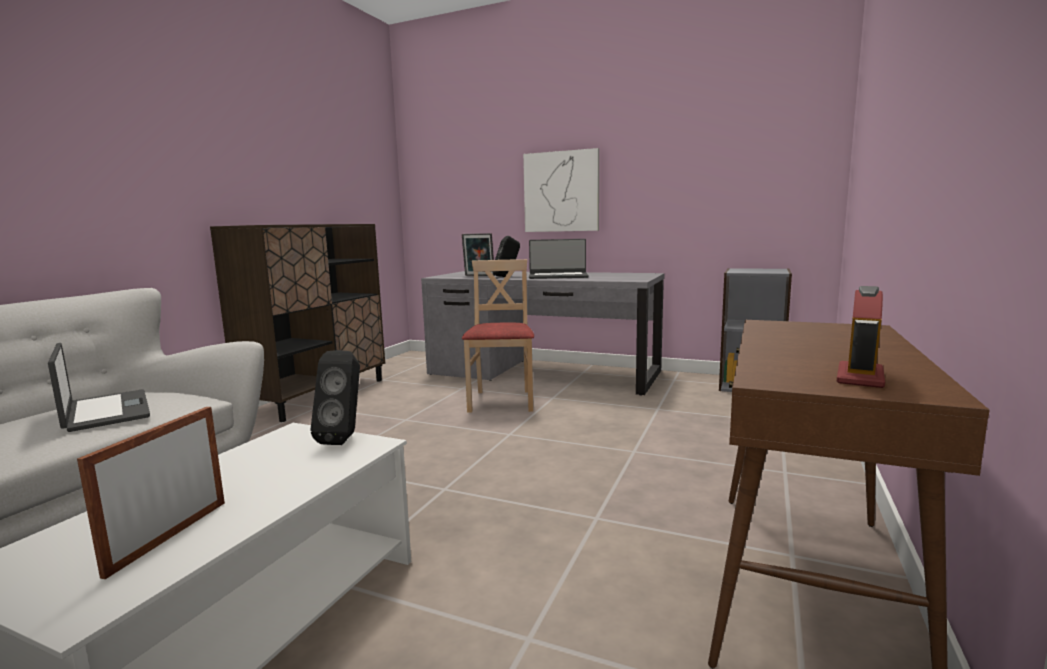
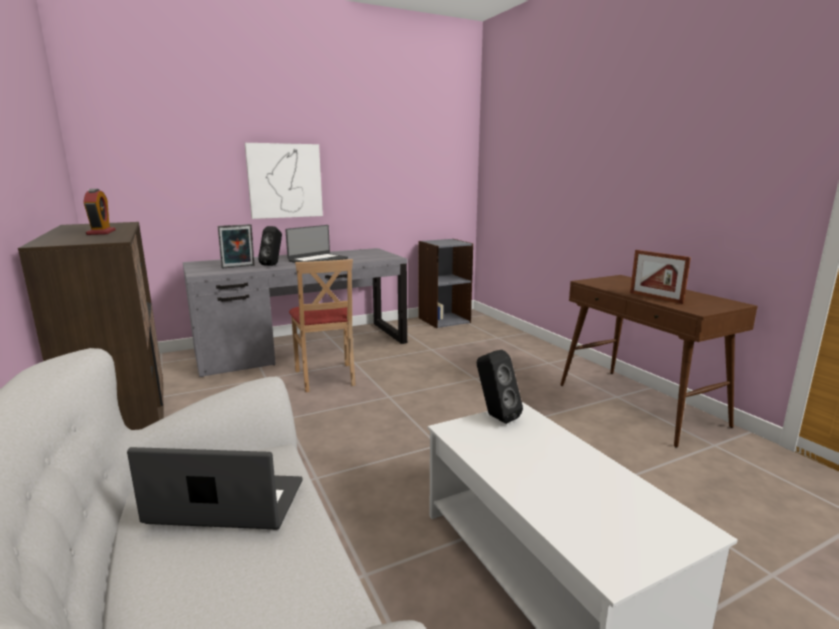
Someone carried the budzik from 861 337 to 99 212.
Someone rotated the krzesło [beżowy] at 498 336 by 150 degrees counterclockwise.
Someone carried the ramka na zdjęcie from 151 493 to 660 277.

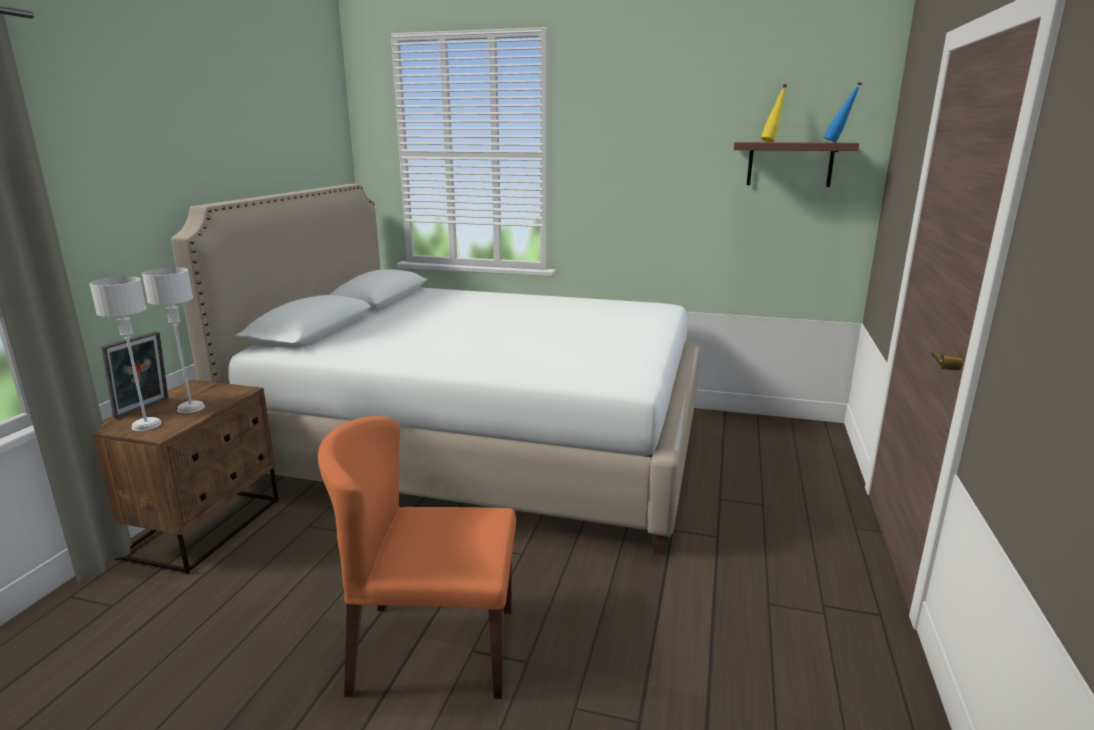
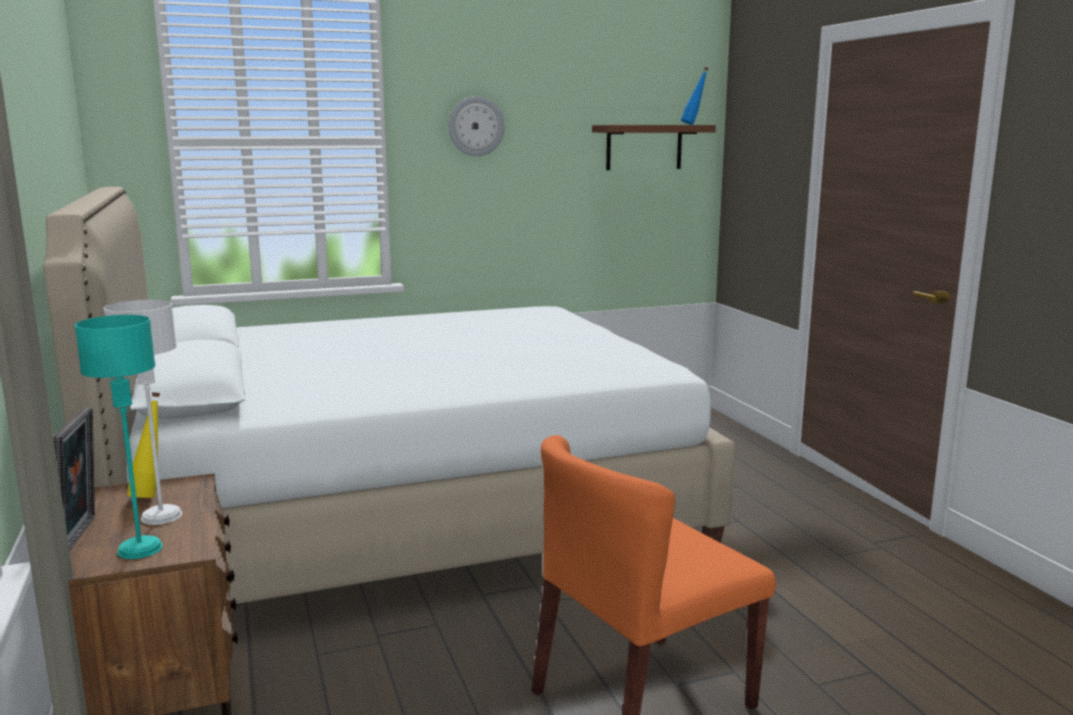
Someone repainted the lampa stołowa [biały] at 125 353, which became the lampa stołowa [turkusowy] at 119 437.
Someone carried the butelka [żółty] from 774 113 to 143 445.
Someone put up the zegar ścienny at 476 126.

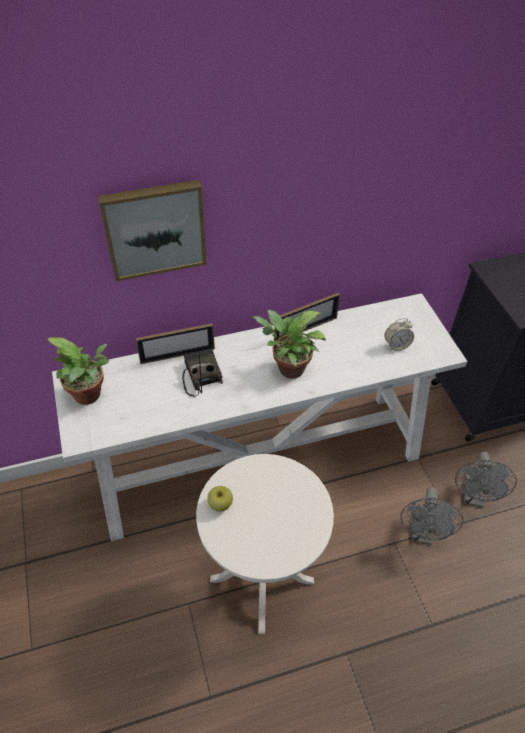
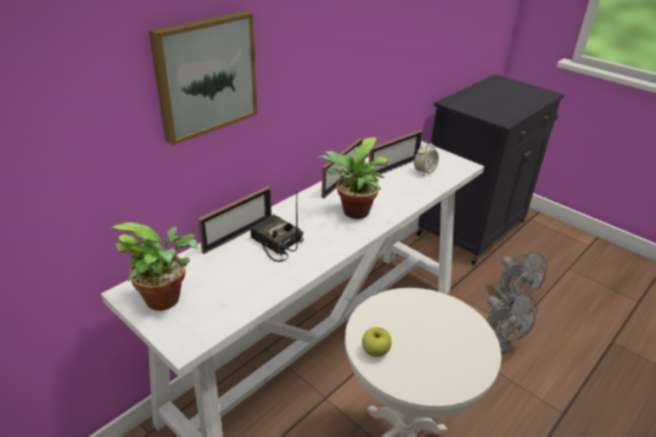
Someone put down the ramka na zdjęcie at 396 152.

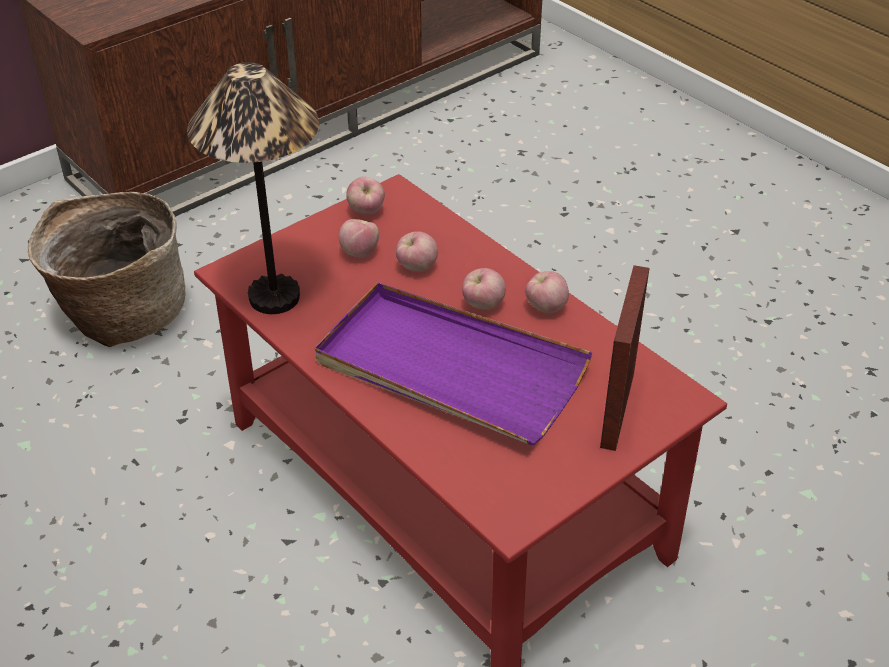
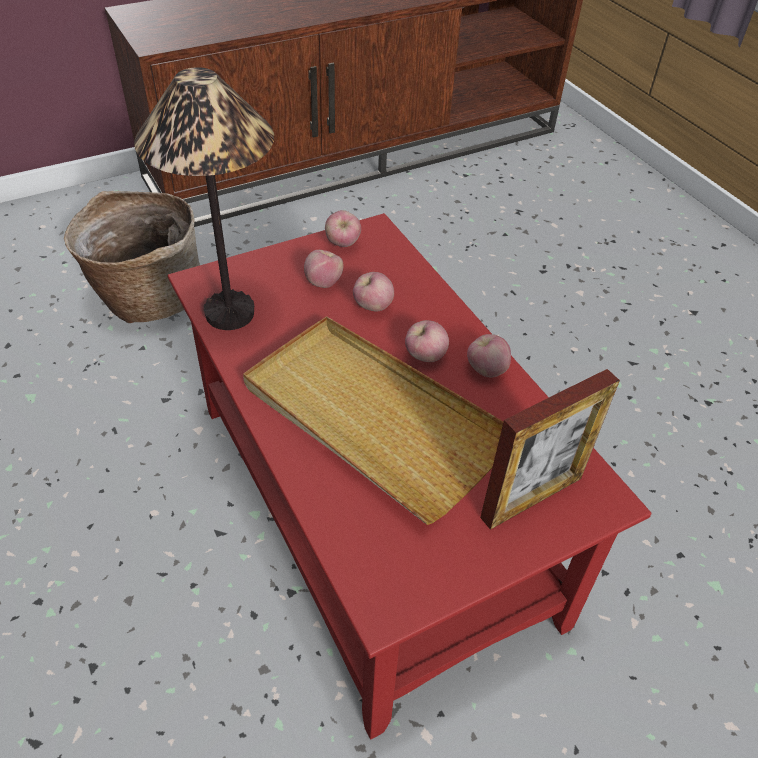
Someone repainted the taca [fioletowy] at 453 363, which became the taca [beżowy] at 373 420.
Someone rotated the ramka na zdjęcie at 624 358 by 150 degrees counterclockwise.

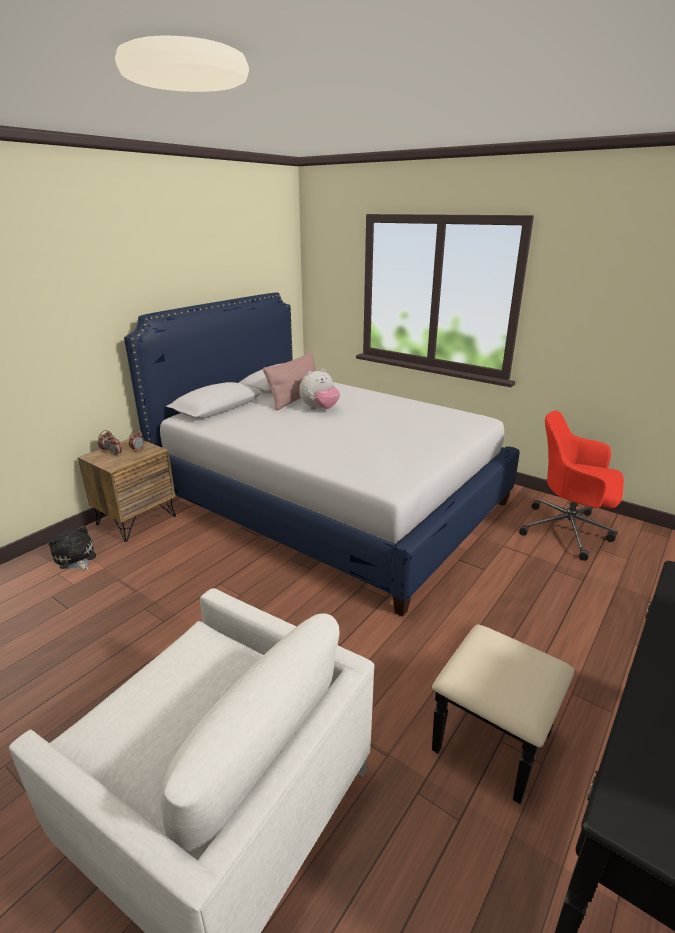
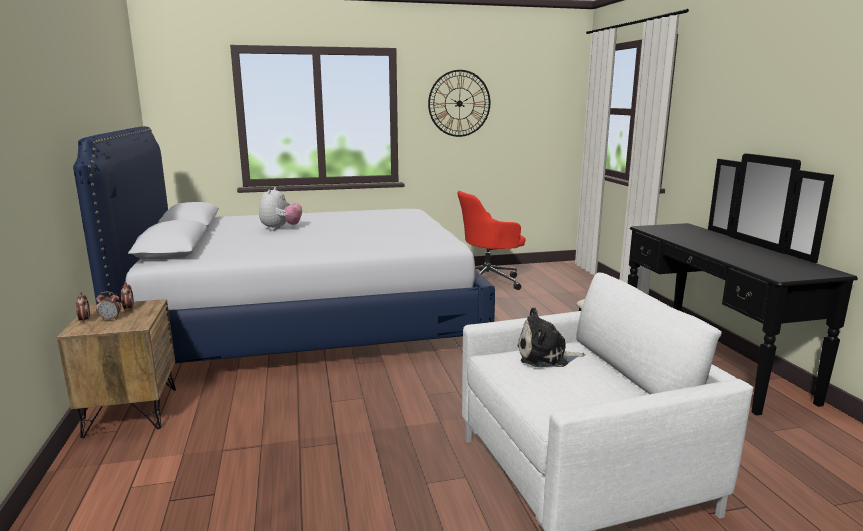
Someone put up the zegar ścienny at 459 103.
Someone carried the pluszak from 72 548 to 551 337.
Someone took away the poduszka [różowy] at 290 381.

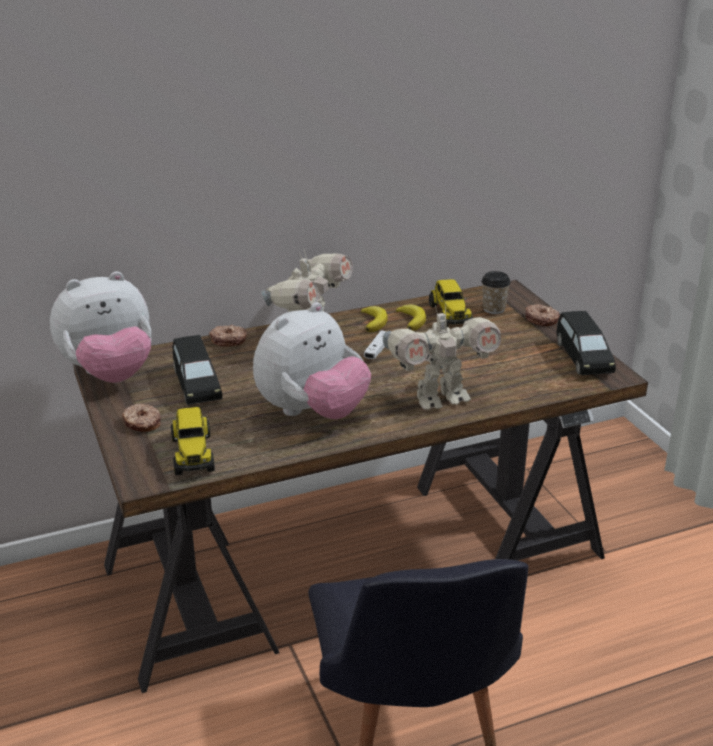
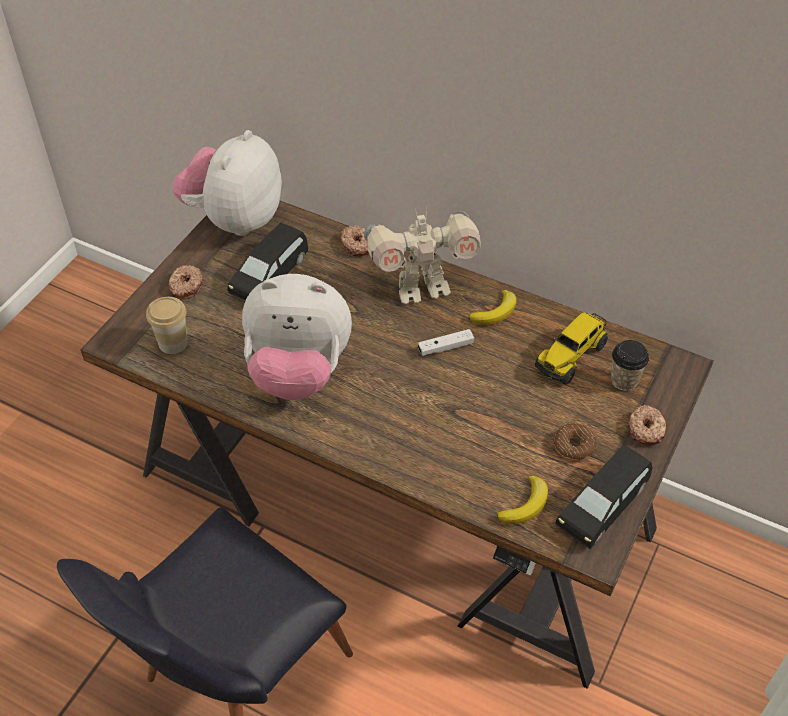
Someone swapped the ciężarówka zabawkowa at 193 441 for the filiżanka at 167 325.
Someone rotated the pluszak at 100 327 by 90 degrees clockwise.
Someone carried the banan from 410 318 to 522 499.
Someone put down the donut at 575 441.
Someone took away the robot zabawkowy at 442 356.

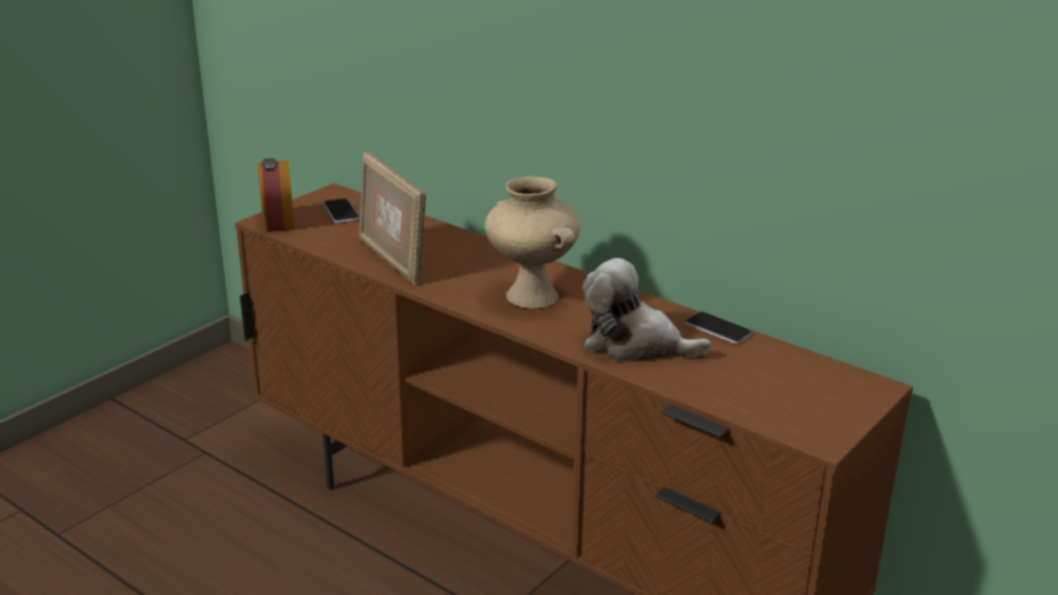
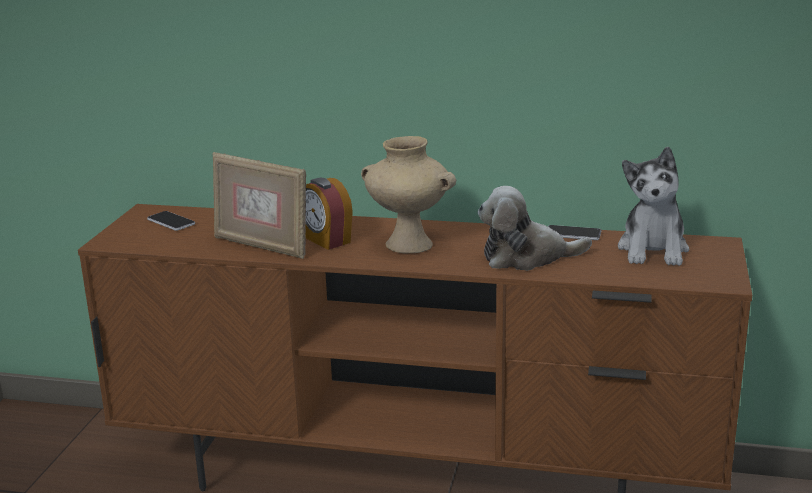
Someone carried the budzik from 276 195 to 329 214.
Someone put down the pluszak at 653 206.

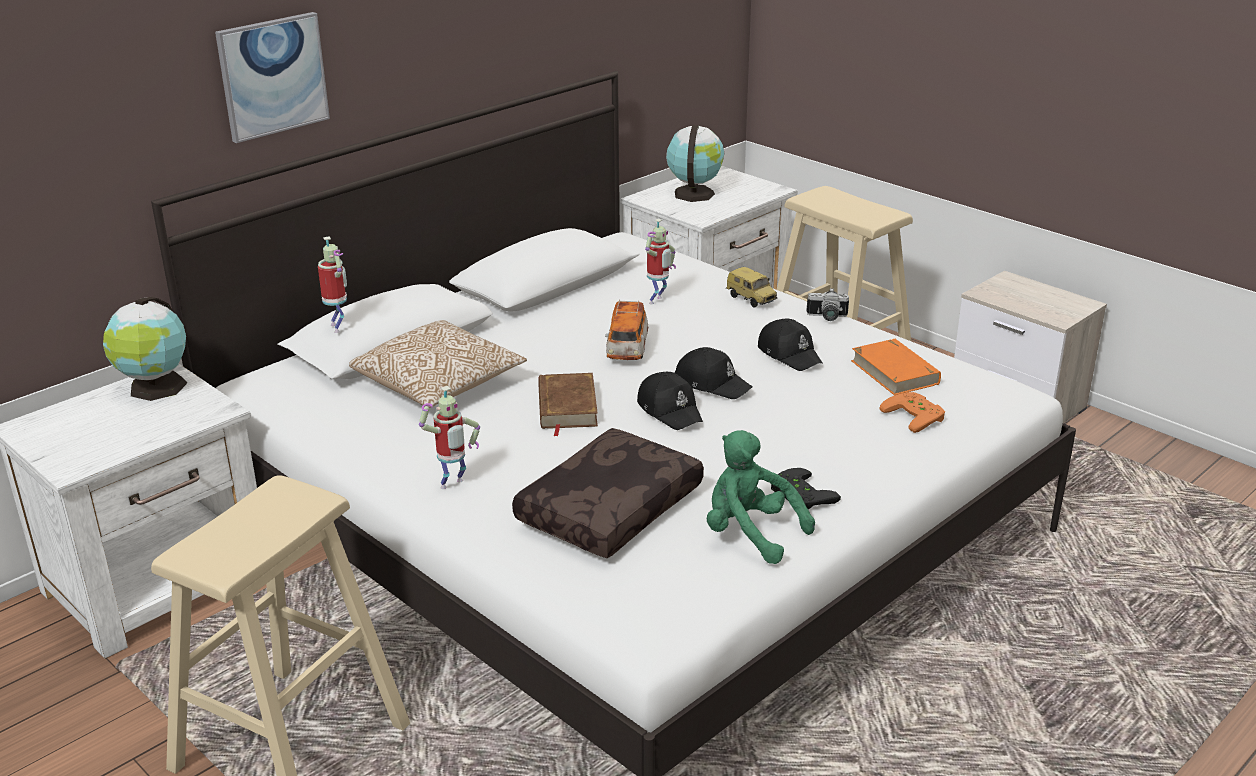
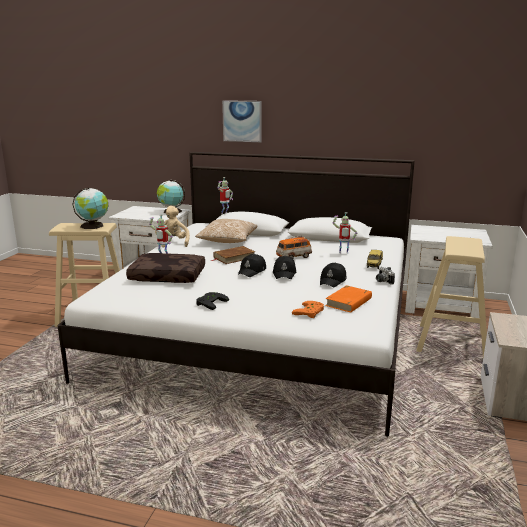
Someone carried the globus from 695 163 to 90 208.
Someone put down the pluszak [beżowy] at 172 227.
Someone took away the pluszak [zielony] at 761 497.

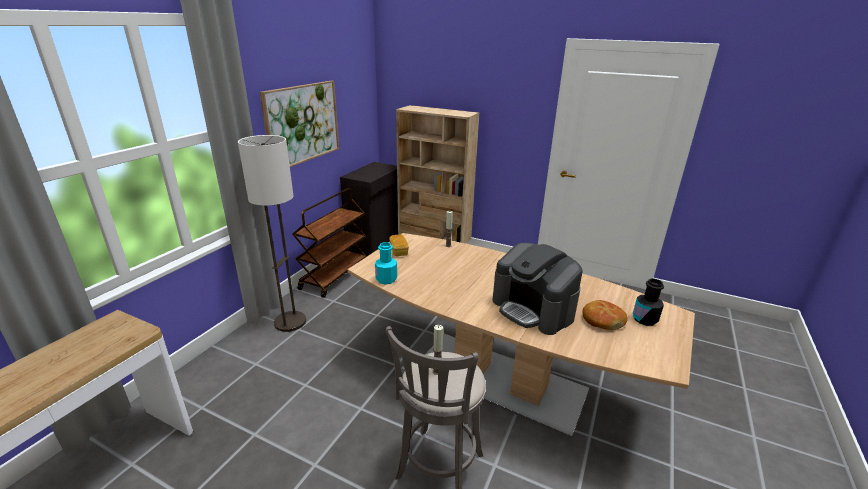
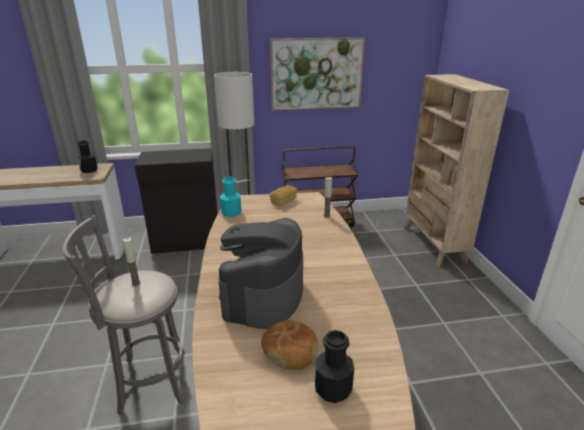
Someone put down the butelka [czarny] at 87 156.
Someone carried the szafka [czarny] from 370 209 to 176 201.

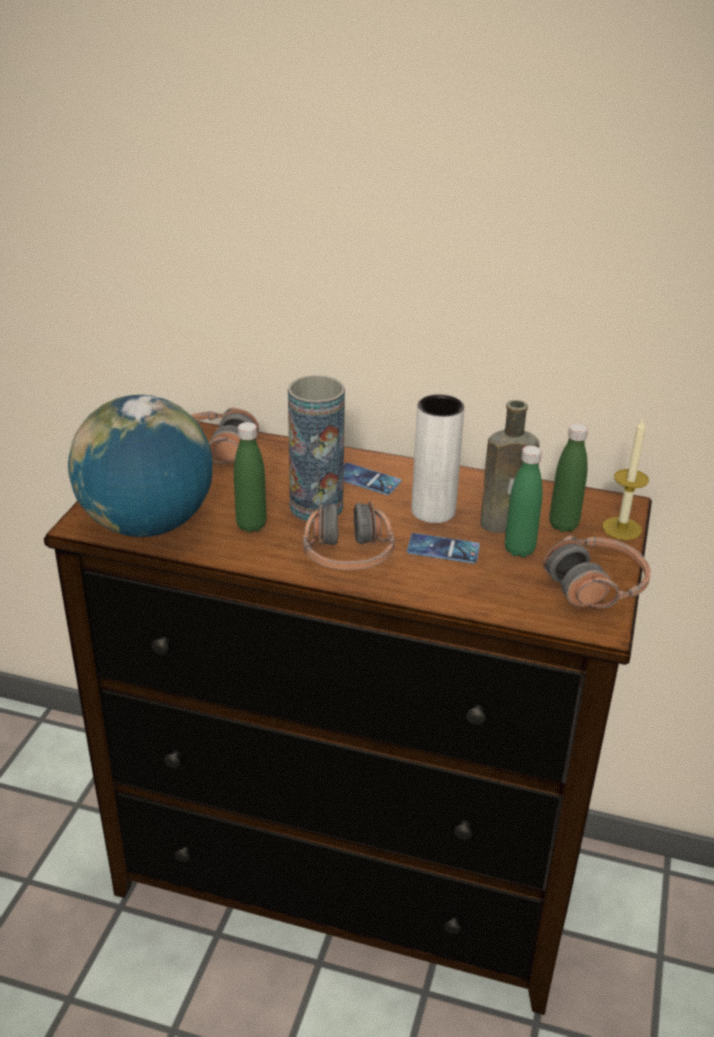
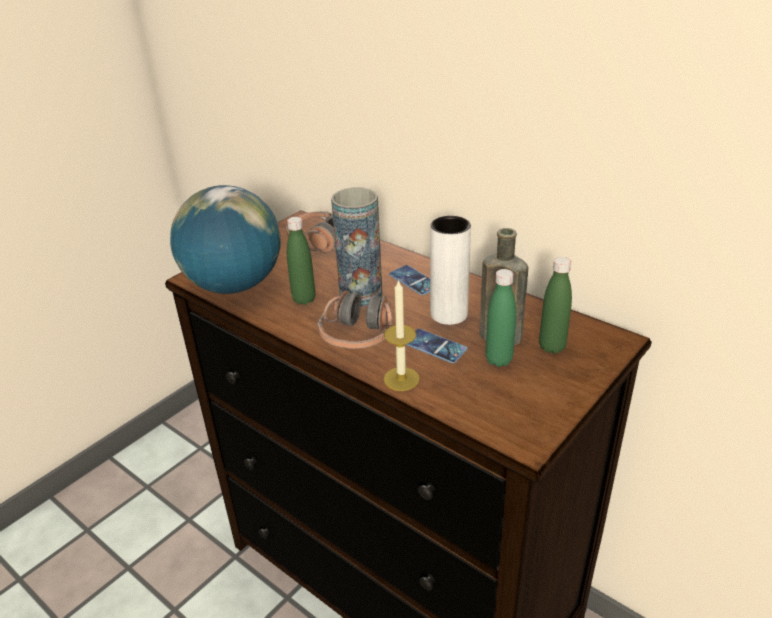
Someone carried the świeca from 625 479 to 401 335.
Someone took away the słuchawki at 597 571.

